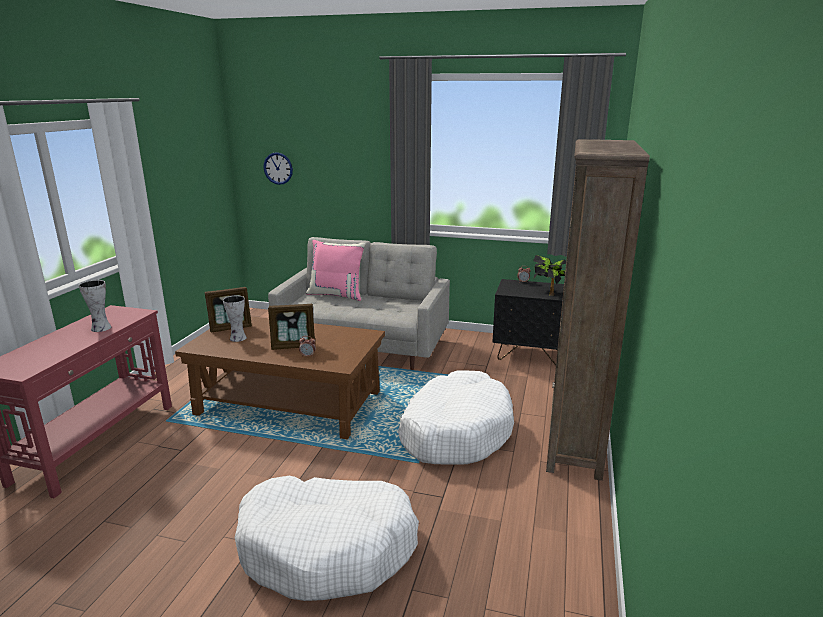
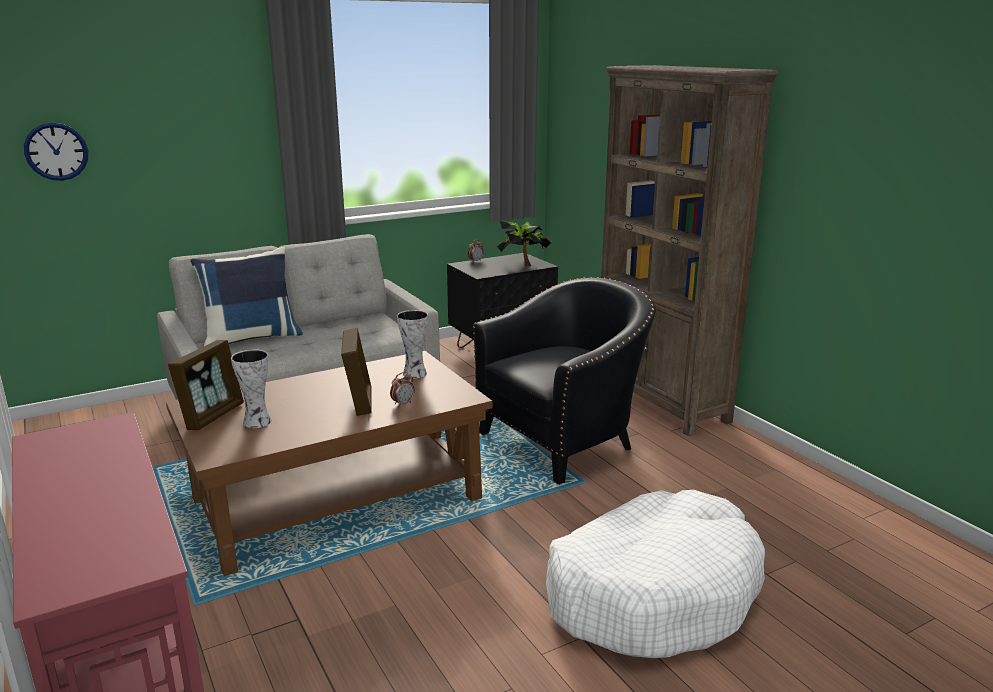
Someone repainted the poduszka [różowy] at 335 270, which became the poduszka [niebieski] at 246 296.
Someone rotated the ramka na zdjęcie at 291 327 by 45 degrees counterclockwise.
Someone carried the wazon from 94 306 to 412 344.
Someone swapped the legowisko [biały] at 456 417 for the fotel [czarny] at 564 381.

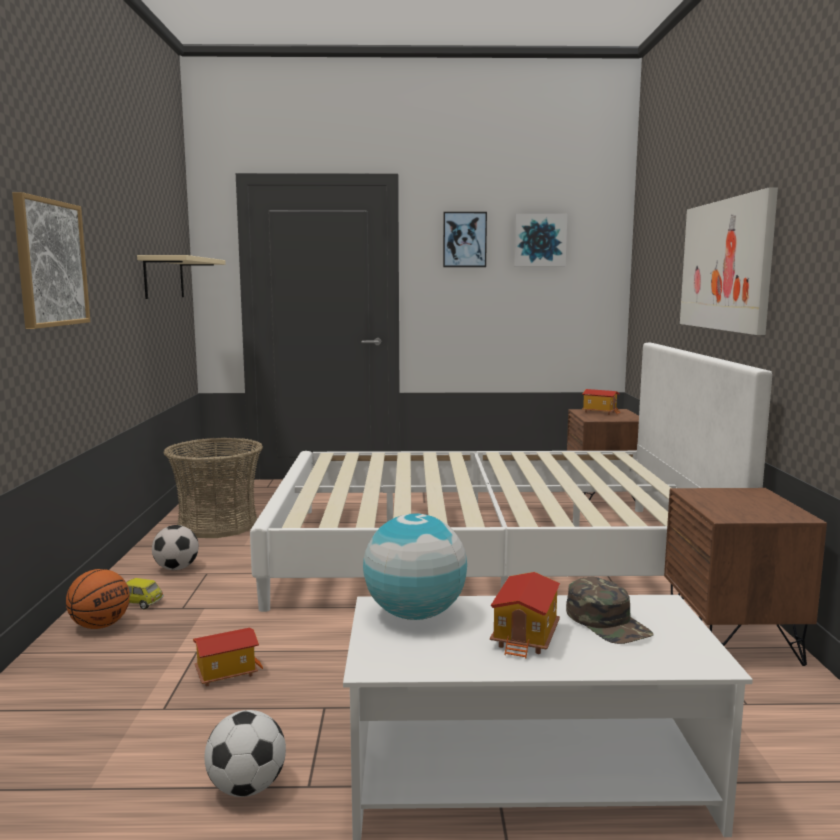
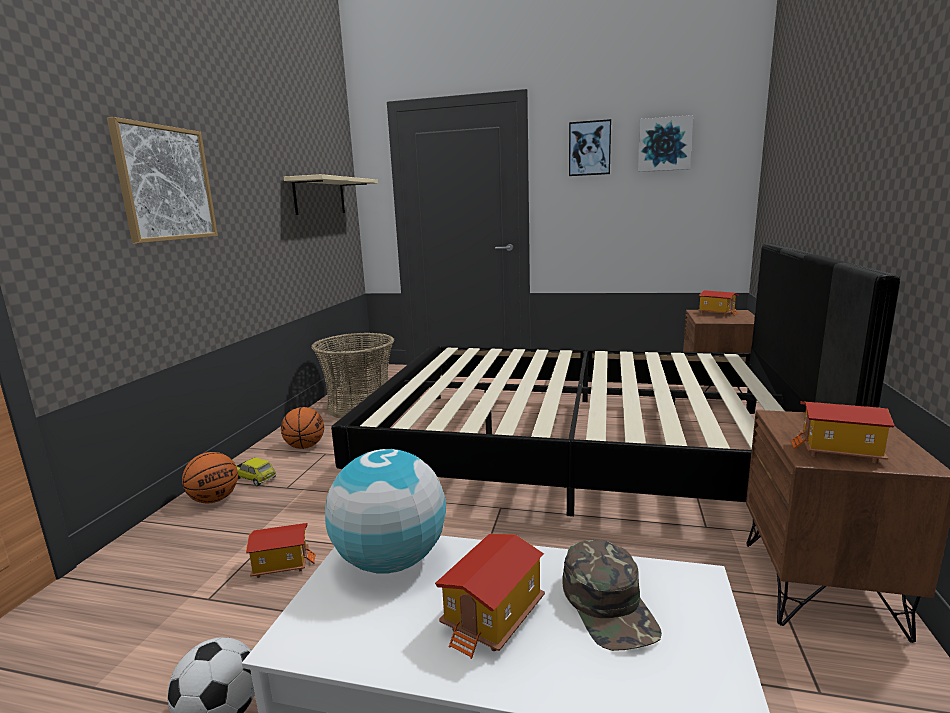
Someone swapped the piłka futbolowa at 175 547 for the piłka do koszykówki at 302 428.
Someone repainted the łóżko [biały] at 511 477, which became the łóżko [czarny] at 615 379.
Someone put down the domek at 842 432.
Someone took away the obraz at 729 261.

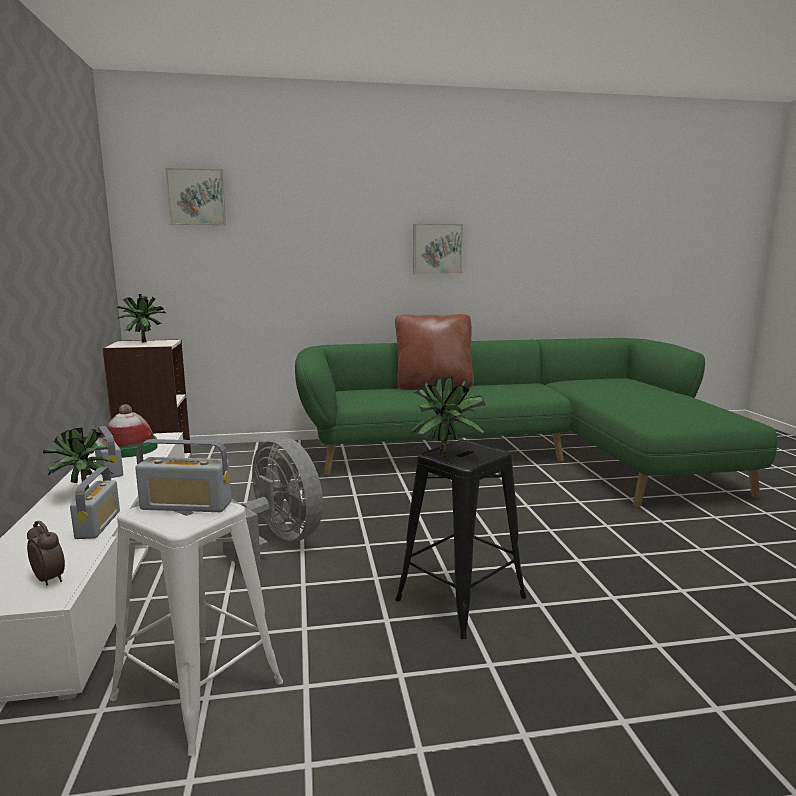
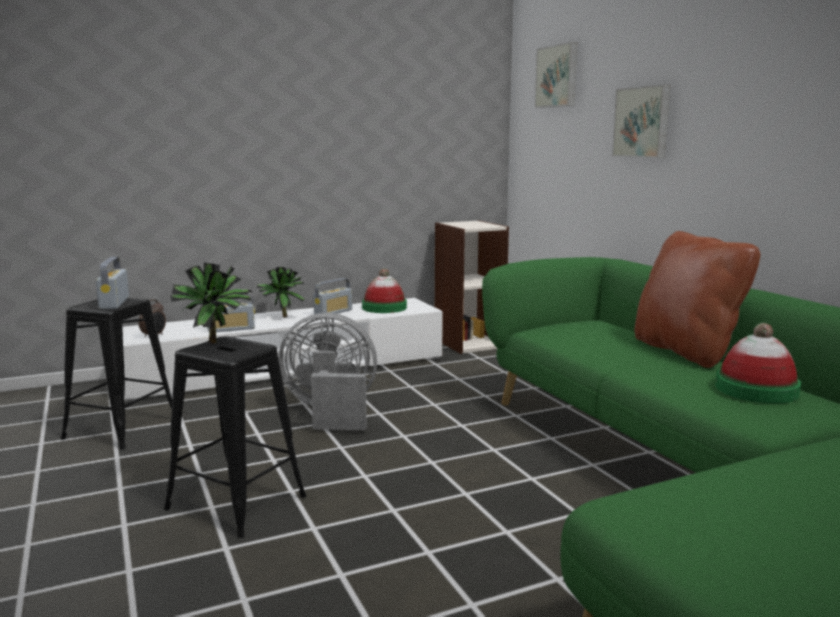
Someone repainted the stołek [biały] at 196 629, which became the stołek [czarny] at 116 373.
Someone rotated the wentylator [szary] at 272 504 by 120 degrees counterclockwise.
Someone carried the obraz from 438 249 to 641 121.
Someone put down the kapelusz at 758 363.
Someone took away the roślina doniczkowa at 141 318.

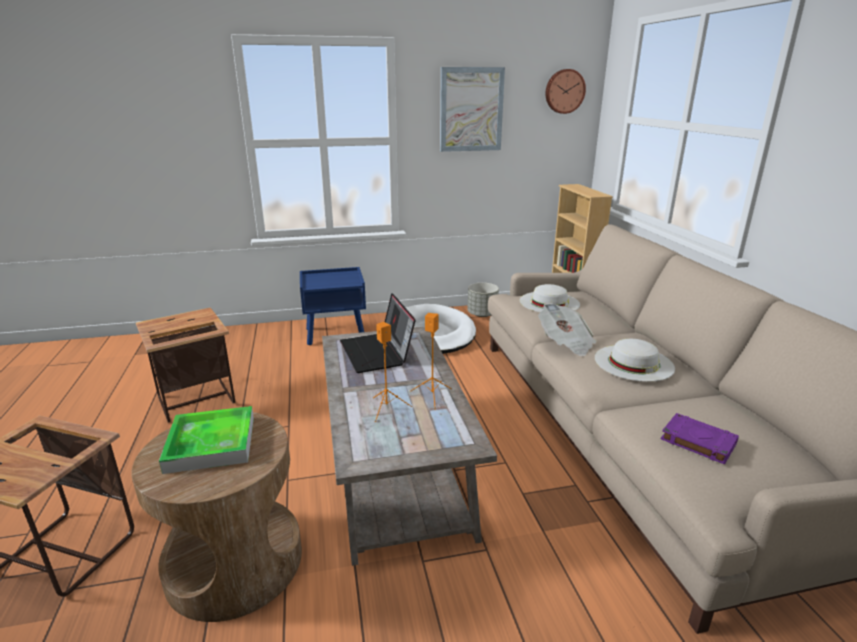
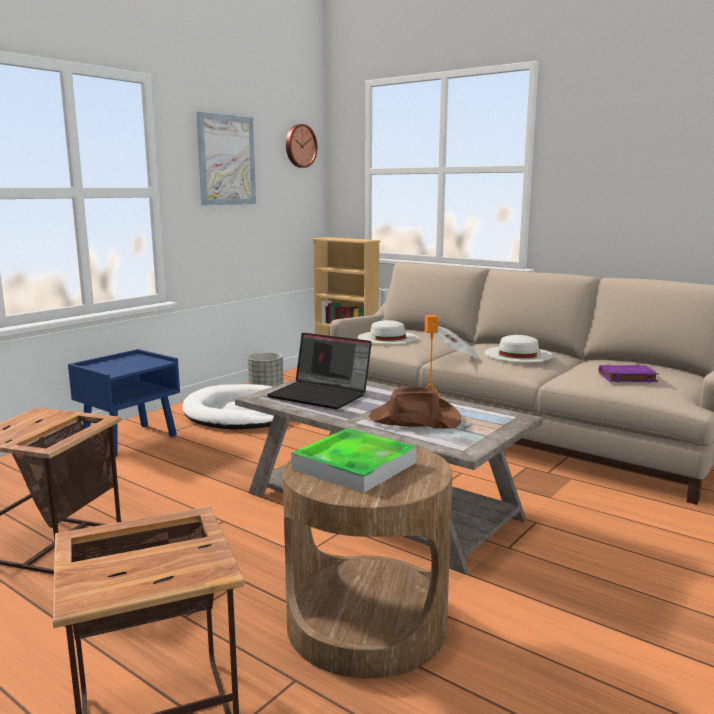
Someone swapped the głośnik [pomarańczowy] at 392 372 for the kapelusz [brązowy] at 415 408.

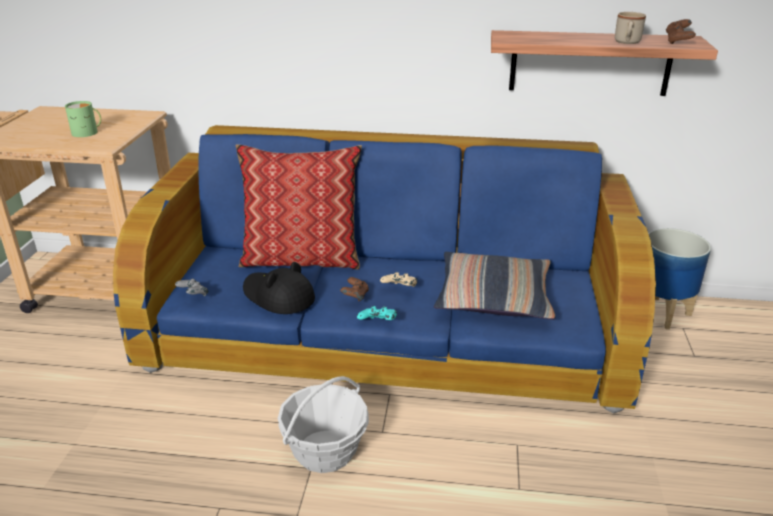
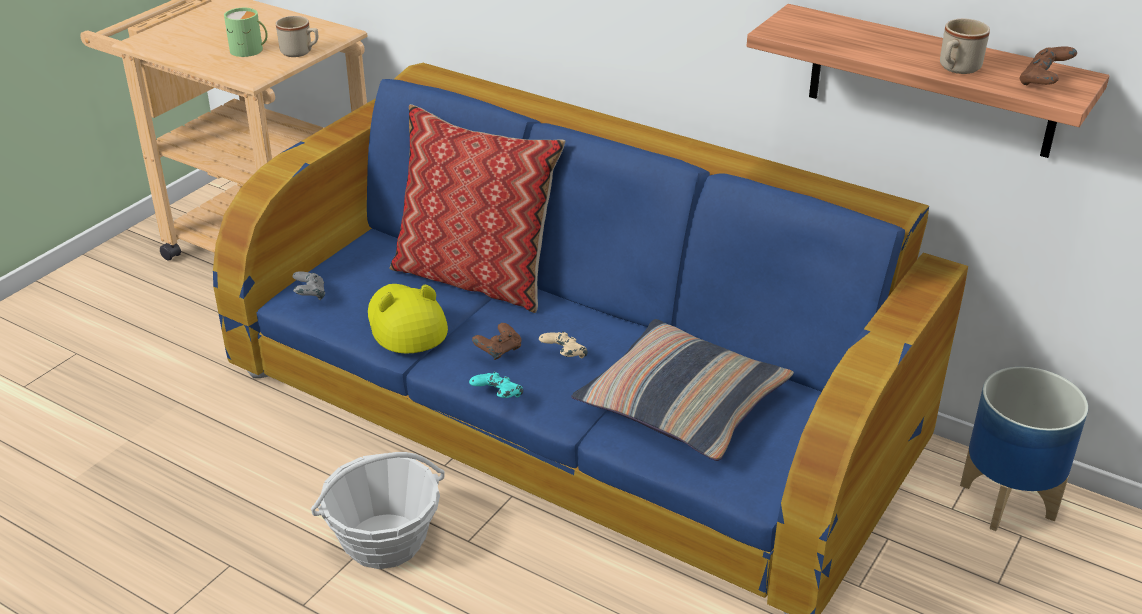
Someone put down the kubek [beżowy] at 297 36.
Someone repainted the kapelusz [czarny] at 279 288, which became the kapelusz [żółty] at 408 319.

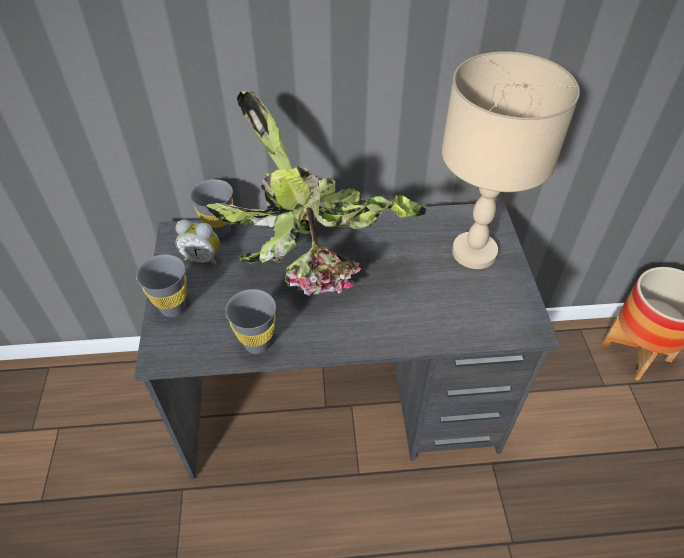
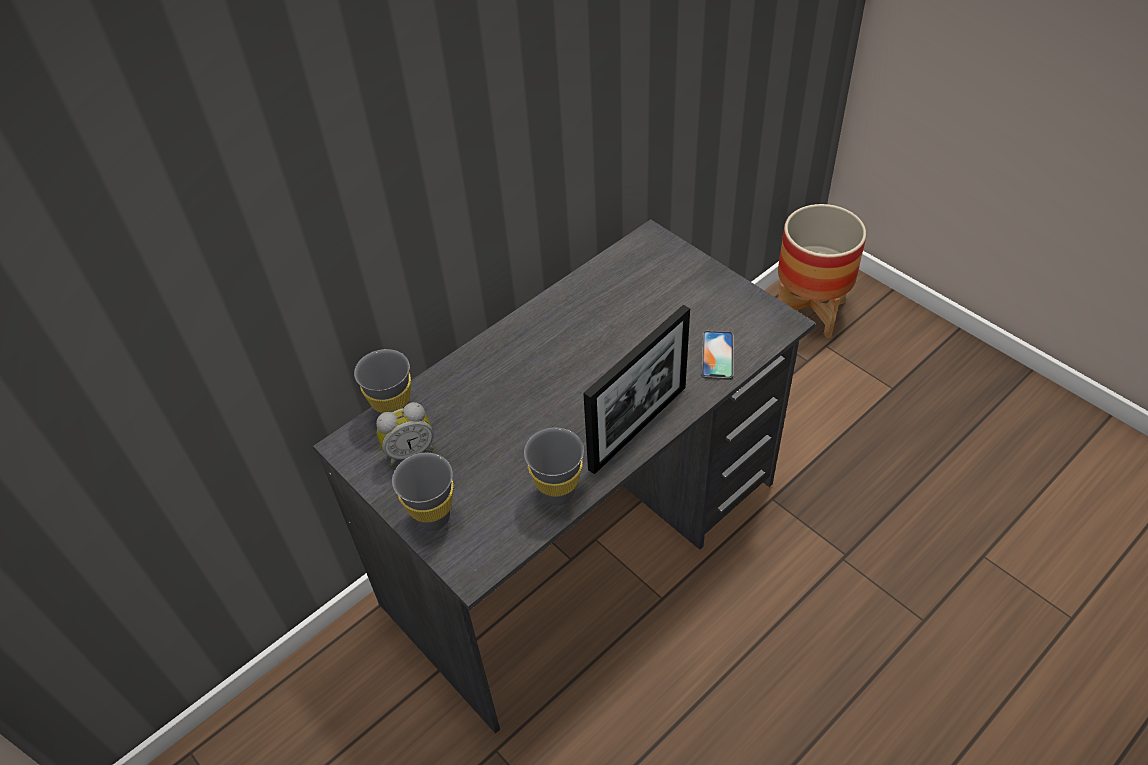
Someone put down the ramka na zdjęcie at 636 389.
Someone put down the telefon at 717 355.
Someone took away the roślina doniczkowa at 316 193.
Someone took away the lampa stołowa [beżowy] at 511 160.

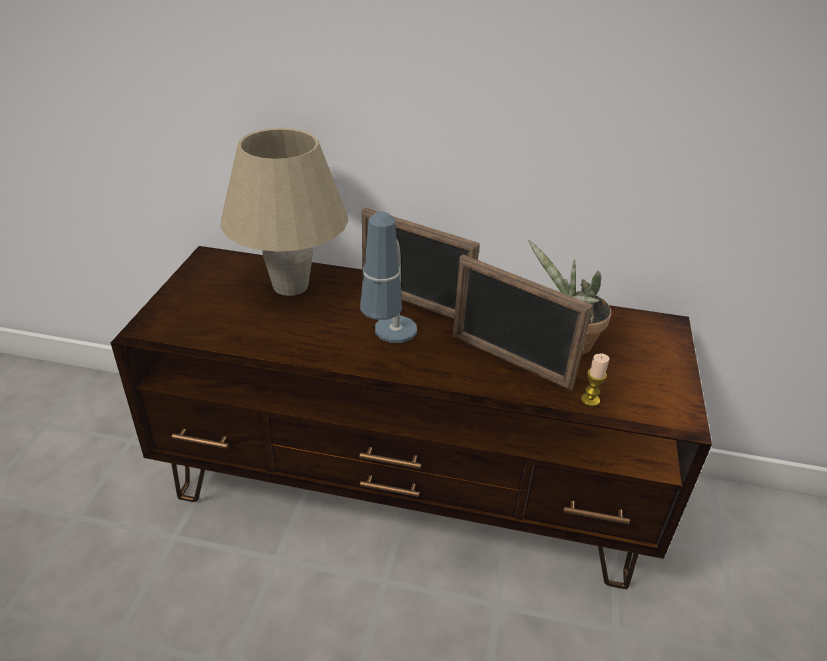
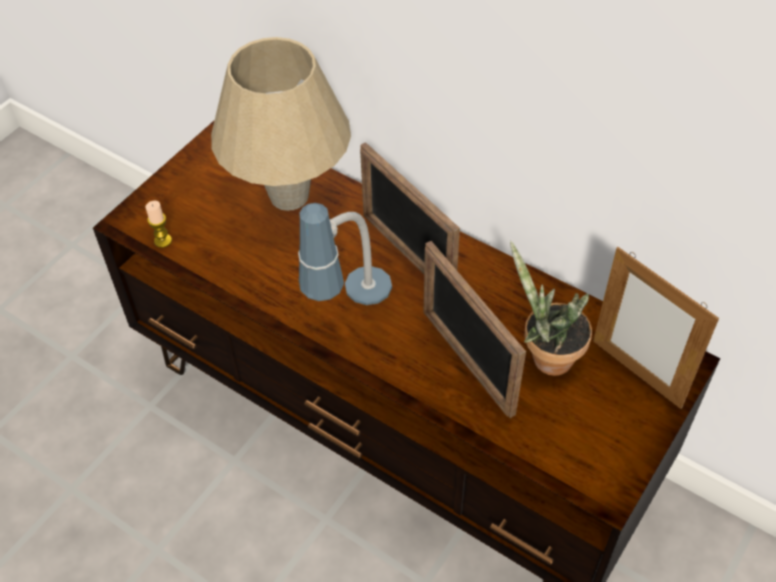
Someone carried the świeca from 595 380 to 158 224.
Someone put down the ramka na zdjęcie at 656 328.

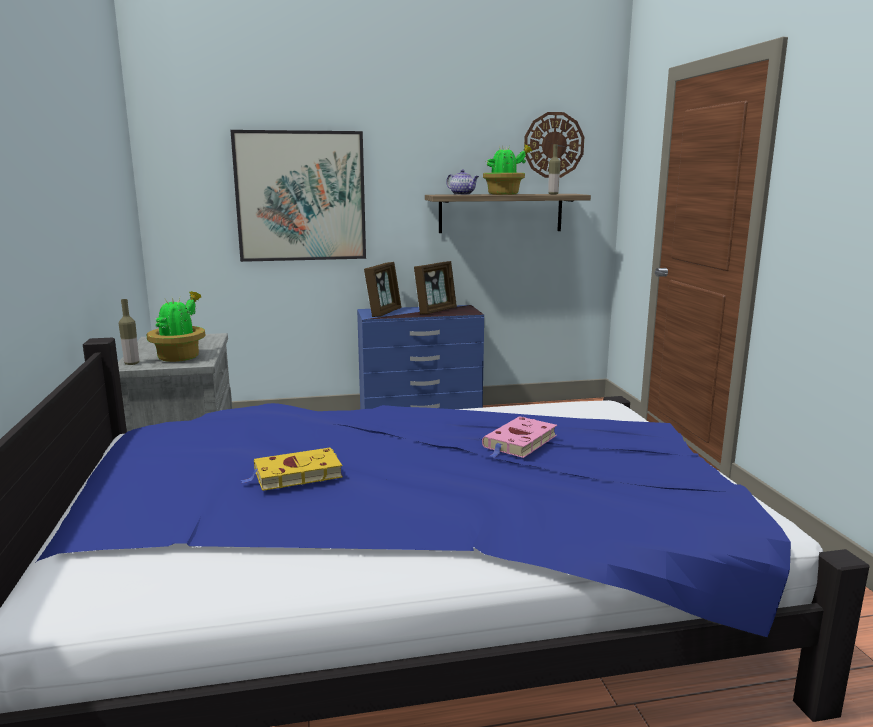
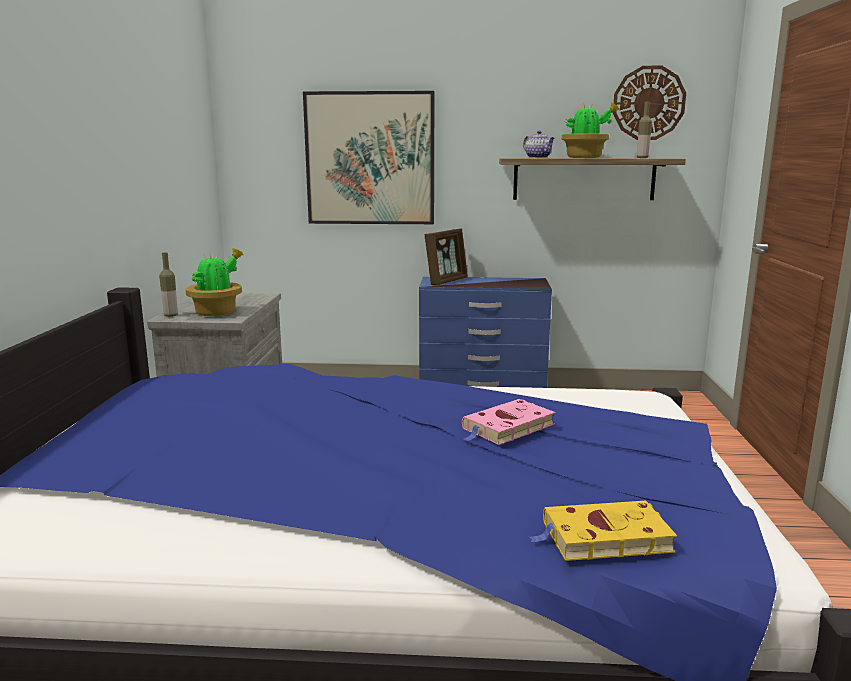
Someone carried the książka [żółty] from 292 469 to 603 531.
Someone took away the ramka na zdjęcie at 435 287.

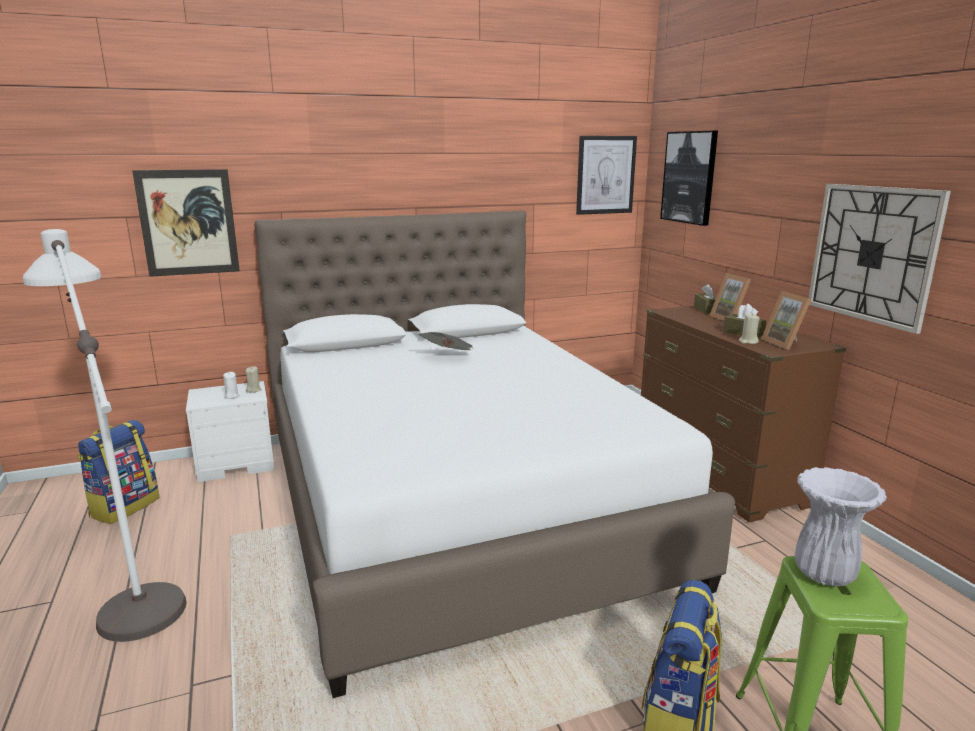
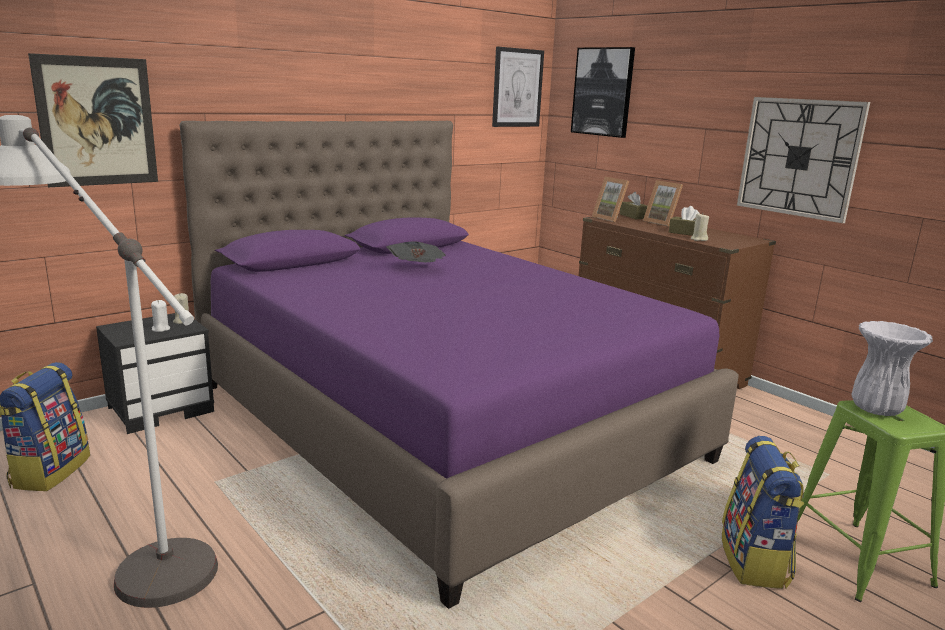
Someone repainted the szafka nocna [biały] at 230 431, which became the szafka nocna [czarny] at 155 373.
Someone repainted the łóżko [biały] at 494 454, which became the łóżko [fioletowy] at 459 365.
Someone carried the ramka na zdjęcie from 786 320 to 610 199.

